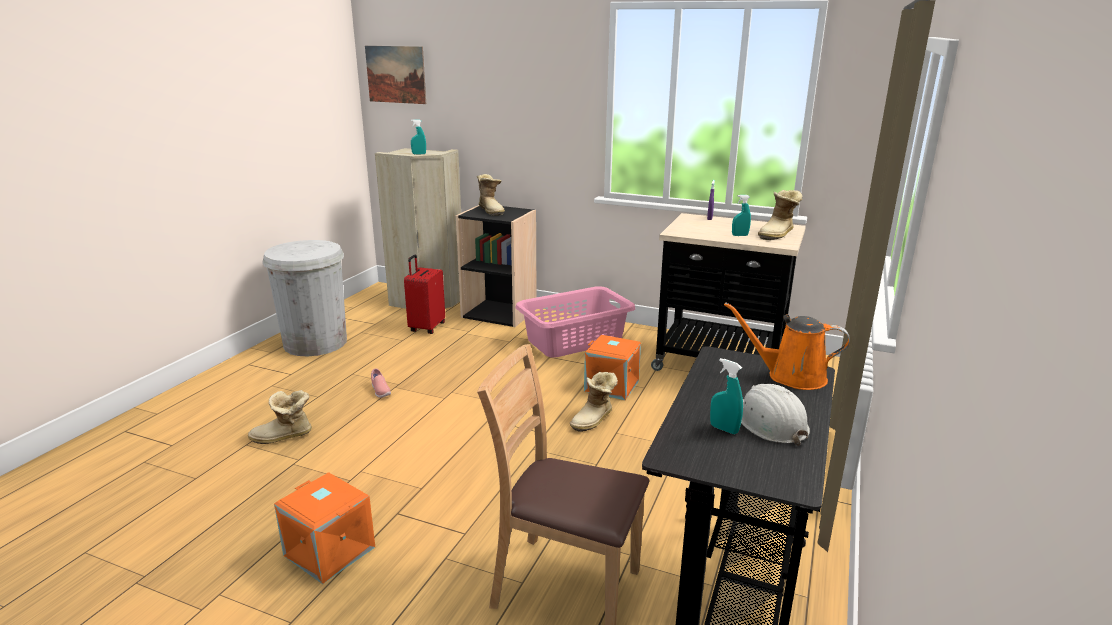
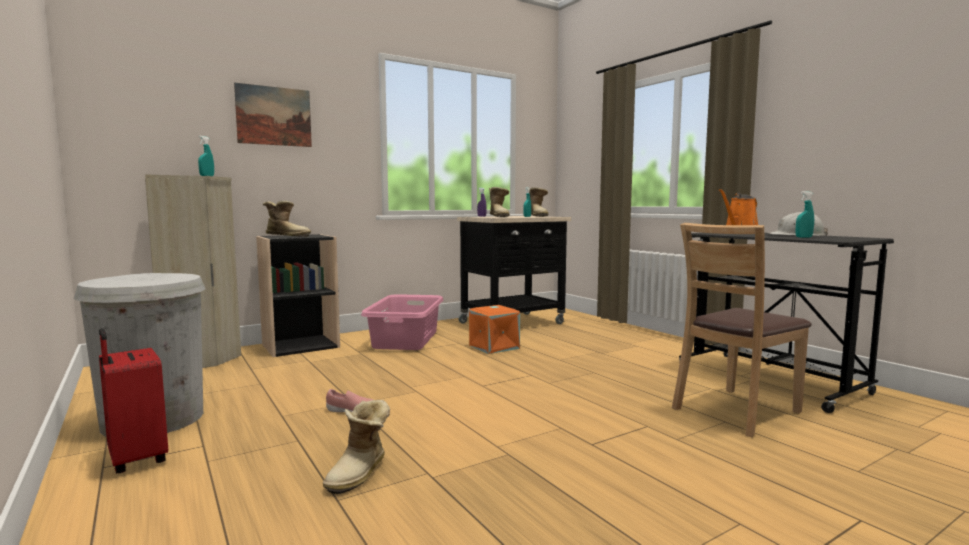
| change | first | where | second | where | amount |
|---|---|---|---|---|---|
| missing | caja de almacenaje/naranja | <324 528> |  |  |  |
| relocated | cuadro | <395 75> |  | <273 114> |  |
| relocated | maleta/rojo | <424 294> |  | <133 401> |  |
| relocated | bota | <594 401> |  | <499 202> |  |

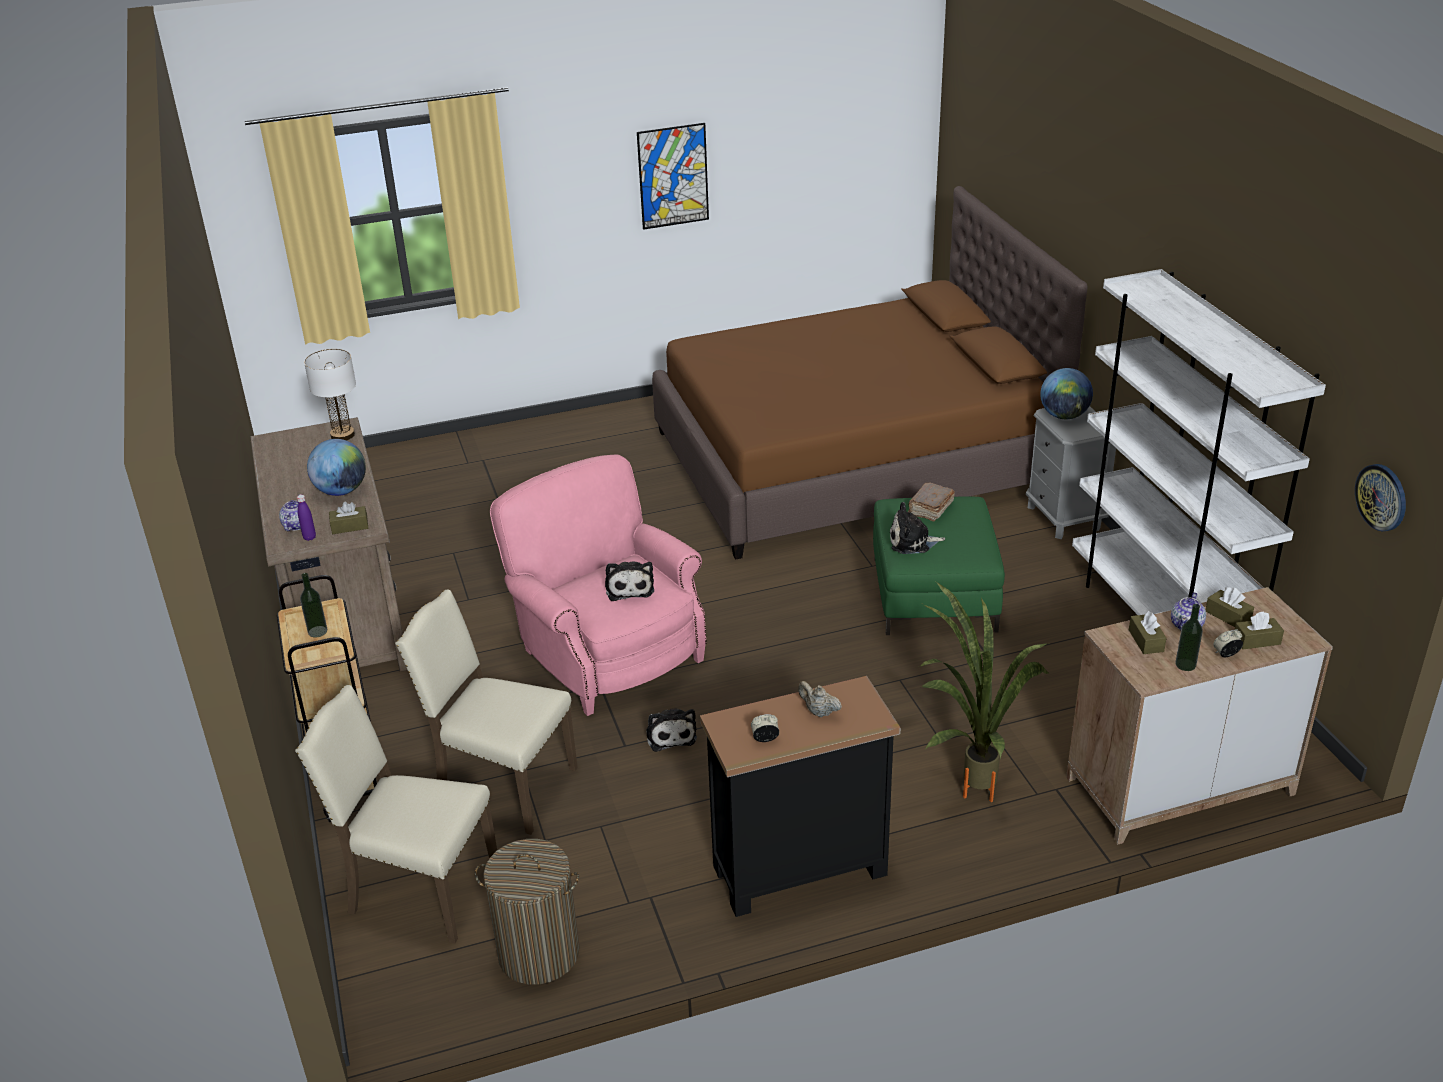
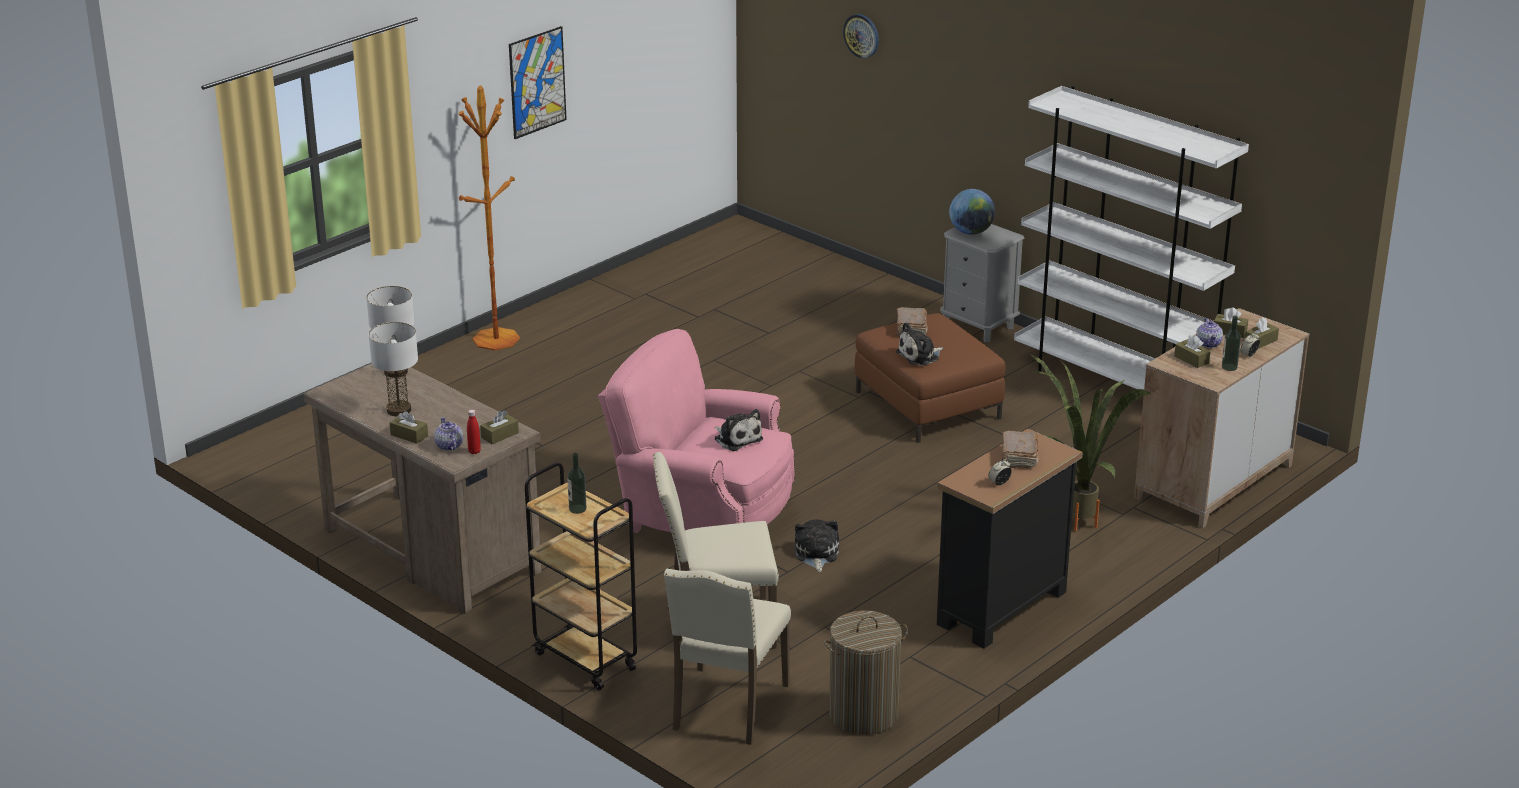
| change | first | where | second | where | amount |
|---|---|---|---|---|---|
| spun | silla/beis | <396 814> |  | <727 657> | 60 degrees counterclockwise |
| colour | botella/morado | <306 518> | botella/rojo | <474 432> |  |
| missing | globo terráqueo | <336 467> |  |  |  |
| spun | peluche | <671 730> |  | <817 545> | 135 degrees counterclockwise |
| missing | cama/marrón | <869 373> |  |  |  |
| exchanged | tetera/beis | <820 699> | libro/marrón | <1020 450> |  |
| colour | puf/verde | <939 566> | puf/marrón | <930 378> |  |
| relocated | reloj de pared | <1380 498> |  | <861 36> |  |
| appeared |  |  | lámpara de mesa | <393 369> |  |
| appeared |  |  | caja de pañuelos/marrón | <409 427> |  |
| appeared |  |  | perchero/naranja | <489 217> |  |

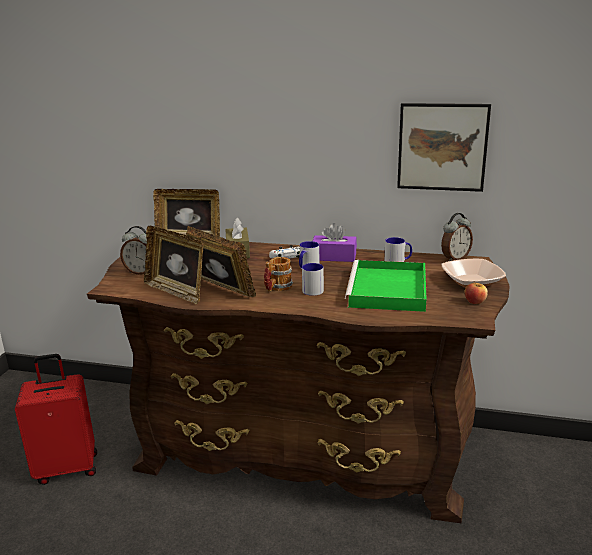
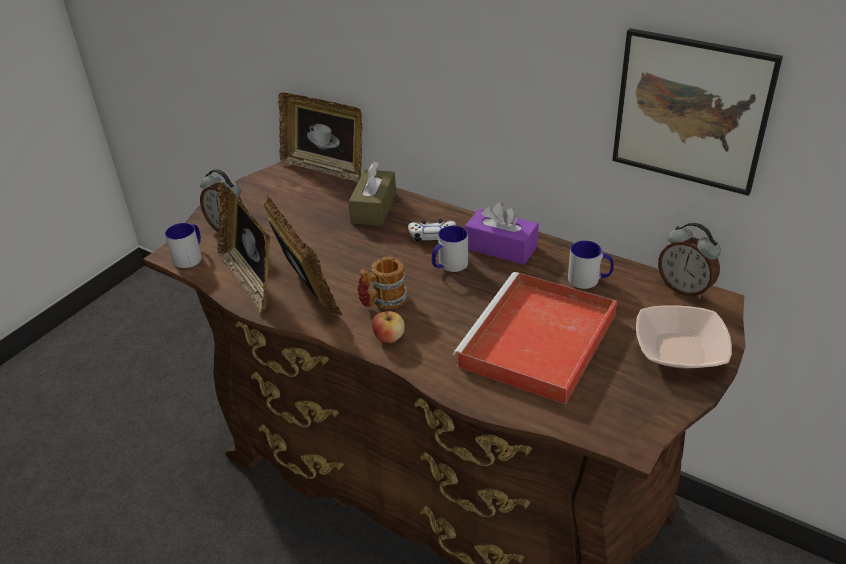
| change | first | where | second | where | amount |
|---|---|---|---|---|---|
| missing | maleta/rojo | <56 419> |  |  |  |
| relocated | taza grande | <313 279> |  | <183 245> |  |
| colour | bandeja/verde | <386 286> | bandeja/rojo | <535 338> |  |
| spun | despertador | <457 237> |  | <689 261> | 60 degrees clockwise |
| relocated | manzana | <476 292> |  | <388 326> |  |

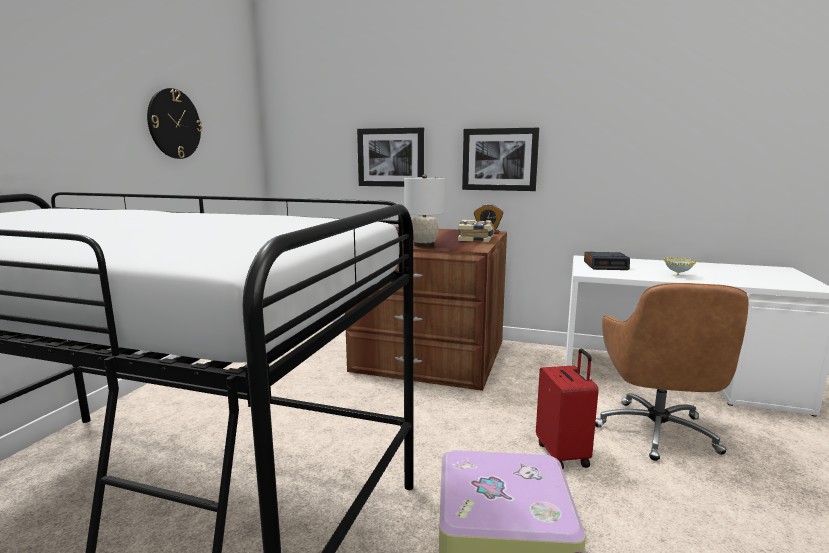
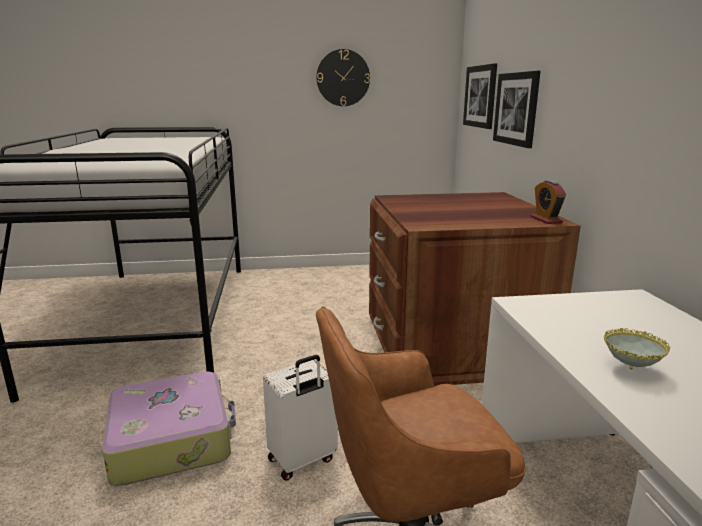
| change | first | where | second | where | amount |
|---|---|---|---|---|---|
| missing | lámpara de mesa/blanco | <424 210> |  |  |  |
| missing | libro | <476 231> |  |  |  |
| relocated | cuadro | <500 159> |  | <480 96> |  |
| colour | maleta/rojo | <567 409> | maleta/blanco | <300 418> |  |
| missing | despertador | <607 261> |  |  |  |

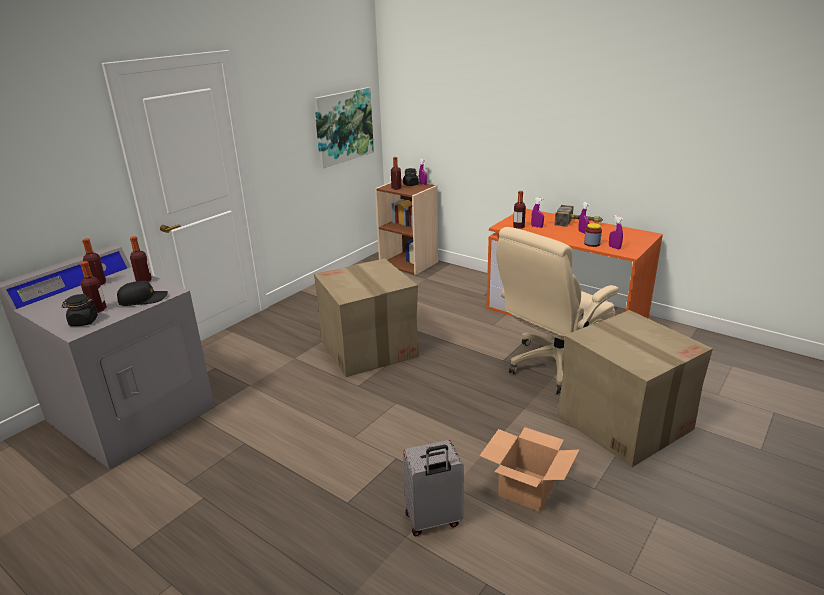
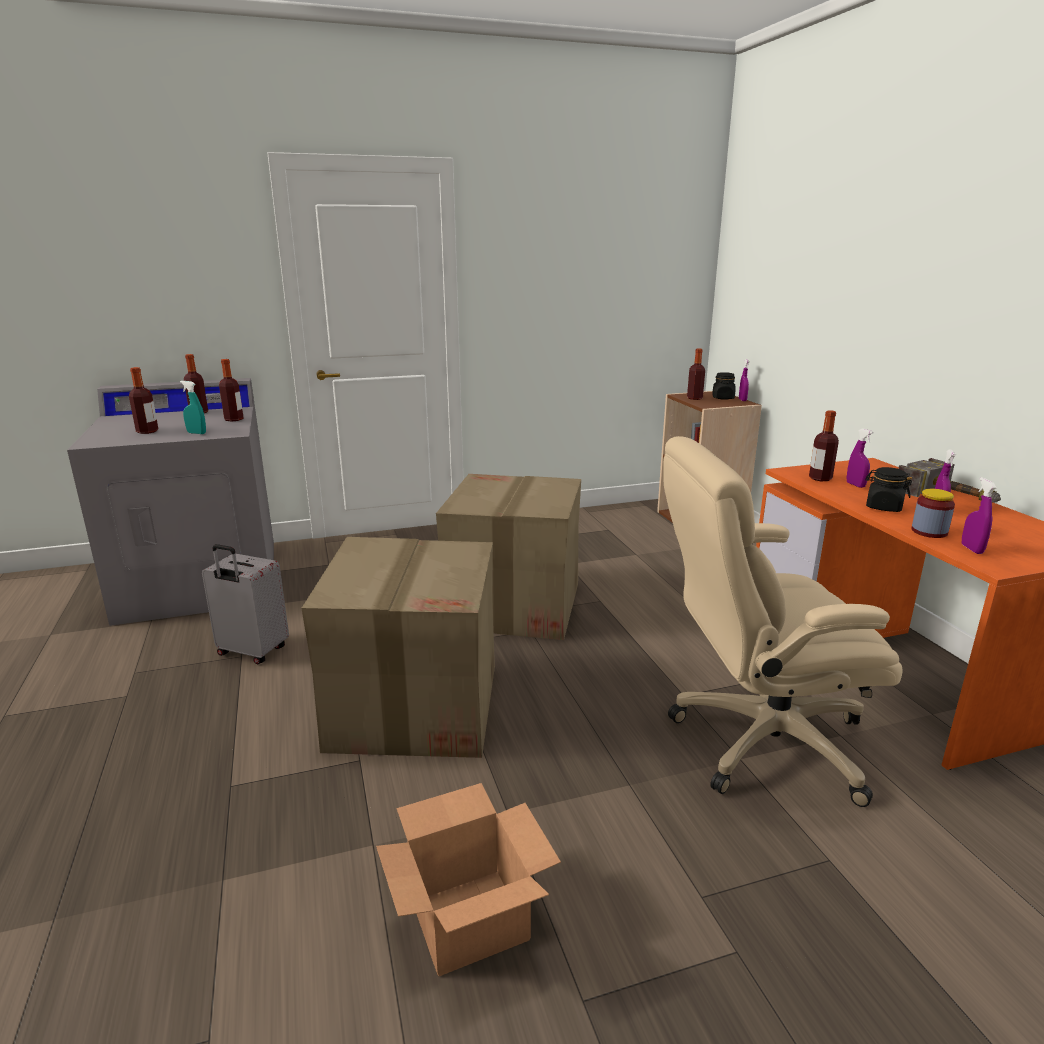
| change | first | where | second | where | amount |
|---|---|---|---|---|---|
| relocated | tarro/negro | <80 310> |  | <888 489> |  |
| exchanged | gorra/negro | <142 293> | pulverizador/turquesa | <193 407> |  |
| missing | cuadro | <344 128> |  |  |  |
| relocated | maleta/gris | <433 488> |  | <245 604> |  |
| relocated | caja de cartón | <635 388> |  | <398 647> |  |

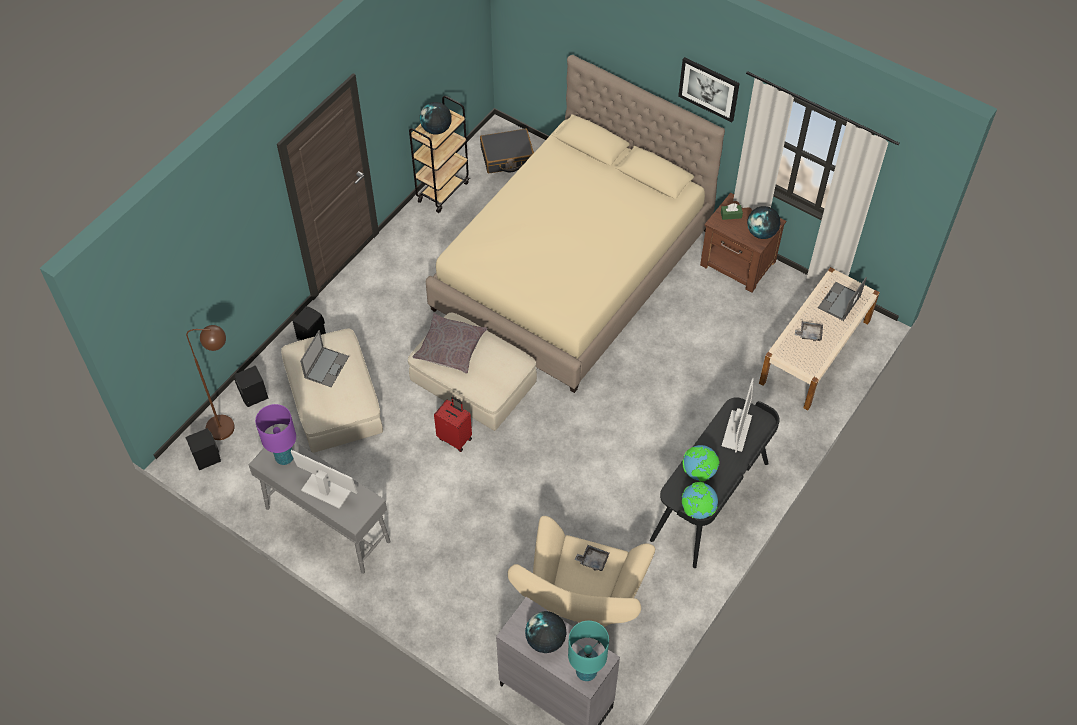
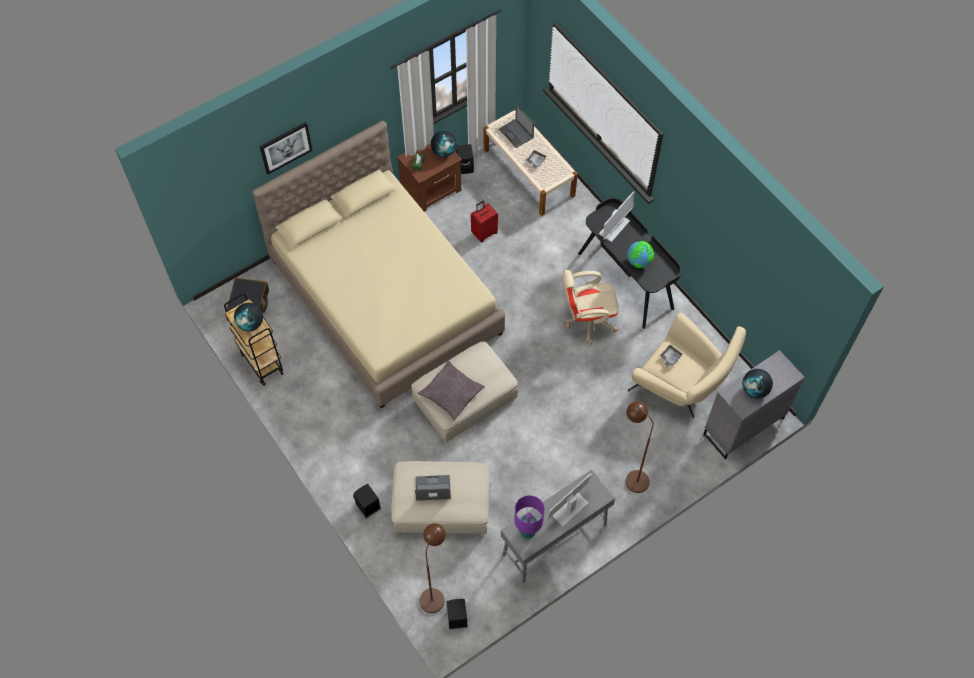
| change | first | where | second | where | amount |
|---|---|---|---|---|---|
| relocated | altavoz/negro | <251 386> |  | <465 159> |  |
| spun | portátil | <324 358> |  | <433 488> | 45 degrees counterclockwise |
| relocated | maleta/rojo | <453 424> |  | <484 221> |  |
| missing | lámpara de mesa/turquesa | <588 651> |  |  |  |
| relocated | cuadro | <709 89> |  | <286 148> |  |
| missing | globo terráqueo | <700 500> |  |  |  |
| spun | monitor | <738 415> |  | <616 216> | 90 degrees clockwise |
| appeared |  |  | silla de oficina/beis | <590 308> |  |
| appeared |  |  | lámpara de pie/marrón | <640 447> |  |

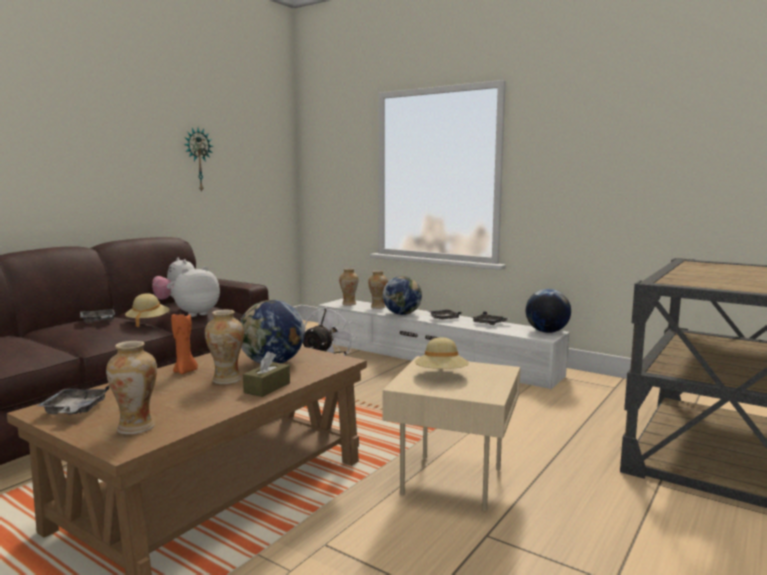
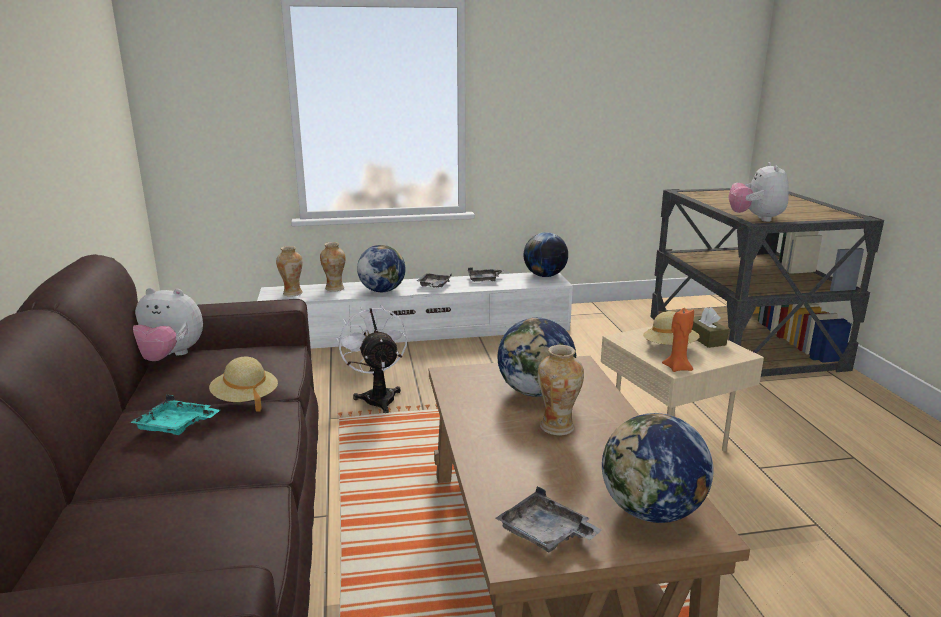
| change | first | where | second | where | amount |
|---|---|---|---|---|---|
| colour | bandeja/gris | <97 314> | bandeja/turquesa | <175 414> |  |
| exchanged | florero | <131 388> | globo terráqueo | <658 468> |  |
| relocated | peluche | <195 291> |  | <758 192> |  |
| relocated | vela/naranja | <184 344> |  | <678 340> |  |
| missing | reloj de pared | <198 160> |  |  |  |
| relocated | caja de pañuelos/marrón | <266 374> |  | <710 327> |  |

